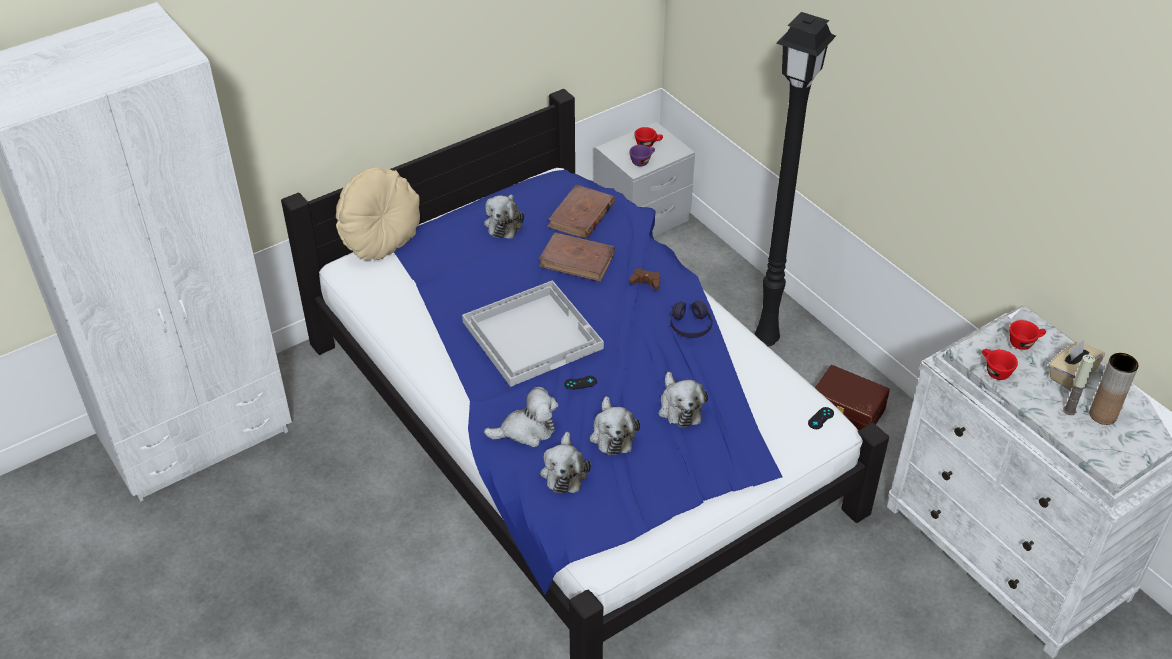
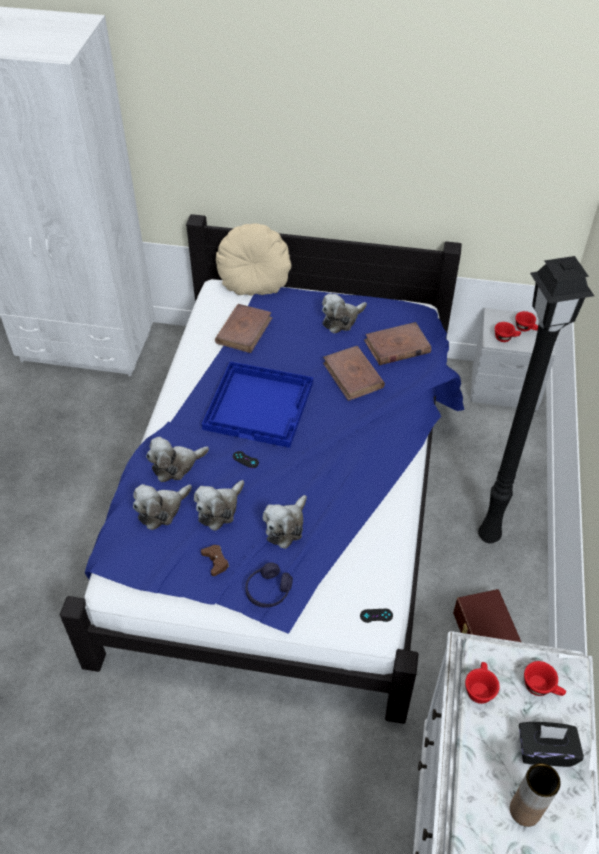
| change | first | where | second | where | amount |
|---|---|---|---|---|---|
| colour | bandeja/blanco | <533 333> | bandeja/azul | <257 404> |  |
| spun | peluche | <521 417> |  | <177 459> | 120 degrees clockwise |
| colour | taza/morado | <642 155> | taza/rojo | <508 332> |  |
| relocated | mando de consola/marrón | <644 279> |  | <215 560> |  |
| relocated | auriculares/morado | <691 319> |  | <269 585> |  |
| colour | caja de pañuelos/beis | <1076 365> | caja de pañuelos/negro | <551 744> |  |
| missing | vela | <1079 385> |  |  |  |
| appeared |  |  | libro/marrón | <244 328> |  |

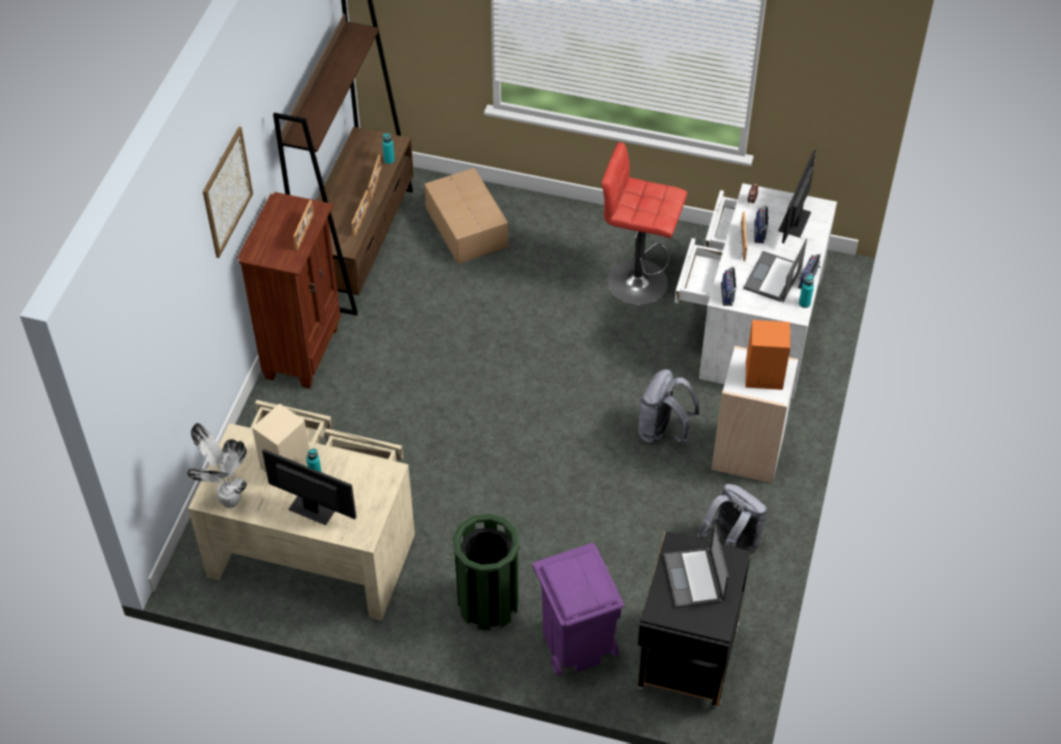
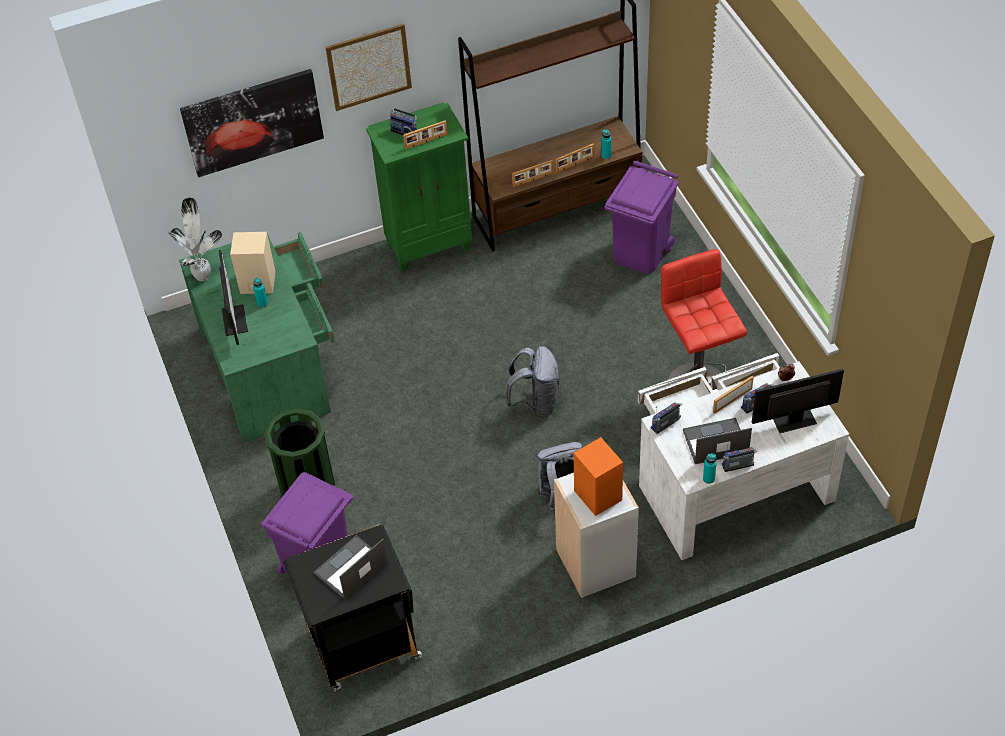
| change | first | where | second | where | amount |
|---|---|---|---|---|---|
| colour | escritorio/beis | <301 510> | escritorio/verde | <257 337> |  |
| colour | armario/marrón | <289 290> | armario/verde | <419 187> |  |
| exchanged | caja de cartón | <466 216> | papelera/morado | <641 217> |  |
| relocated | mochila/gris | <732 519> |  | <532 382> |  |
| appeared |  |  | cuadro | <252 123> |  |
| appeared |  |  | radio | <403 121> |  |

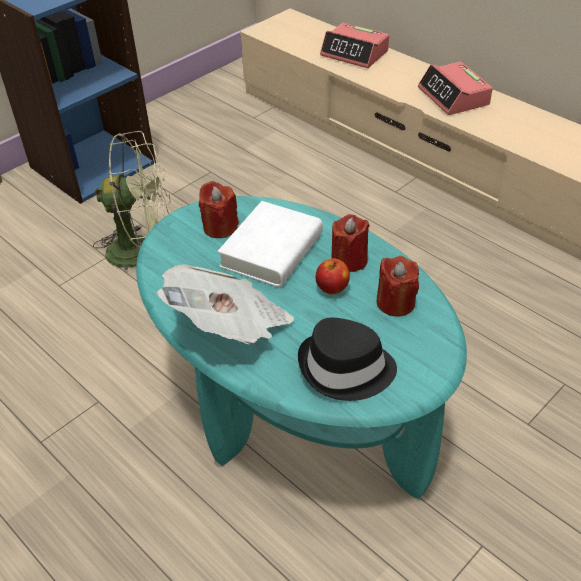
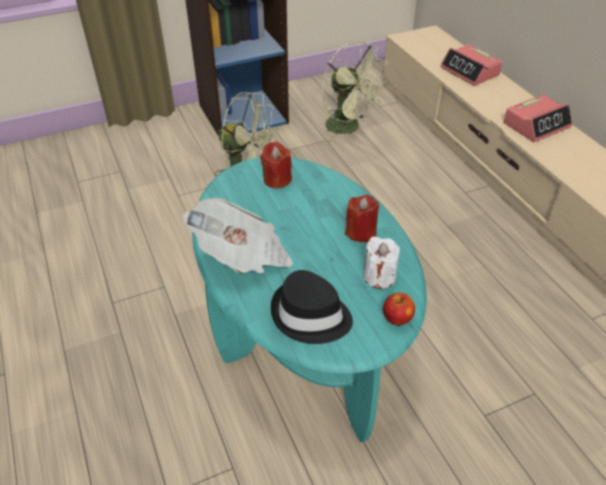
| change | first | where | second | where | amount |
|---|---|---|---|---|---|
| missing | libro/blanco | <270 244> |  |  |  |
| relocated | manzana | <333 276> |  | <399 309> |  |
| colour | vela/rojo | <397 286> | vela/blanco | <381 263> |  |
| spun | despertador | <455 88> |  | <538 118> | 120 degrees counterclockwise |
| appeared |  |  | ventilador/verde | <355 91> |  |

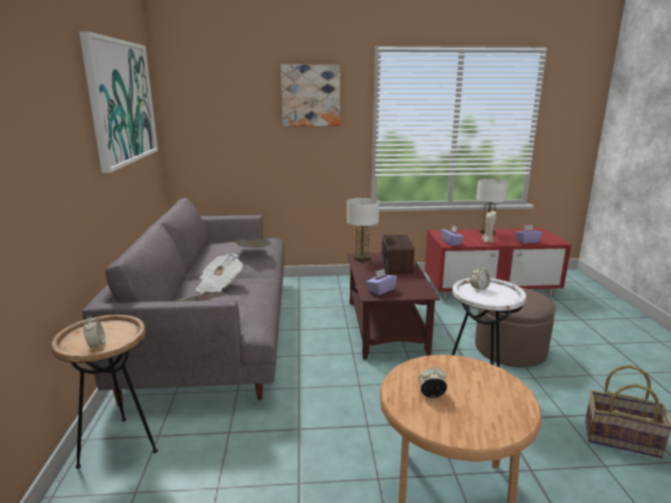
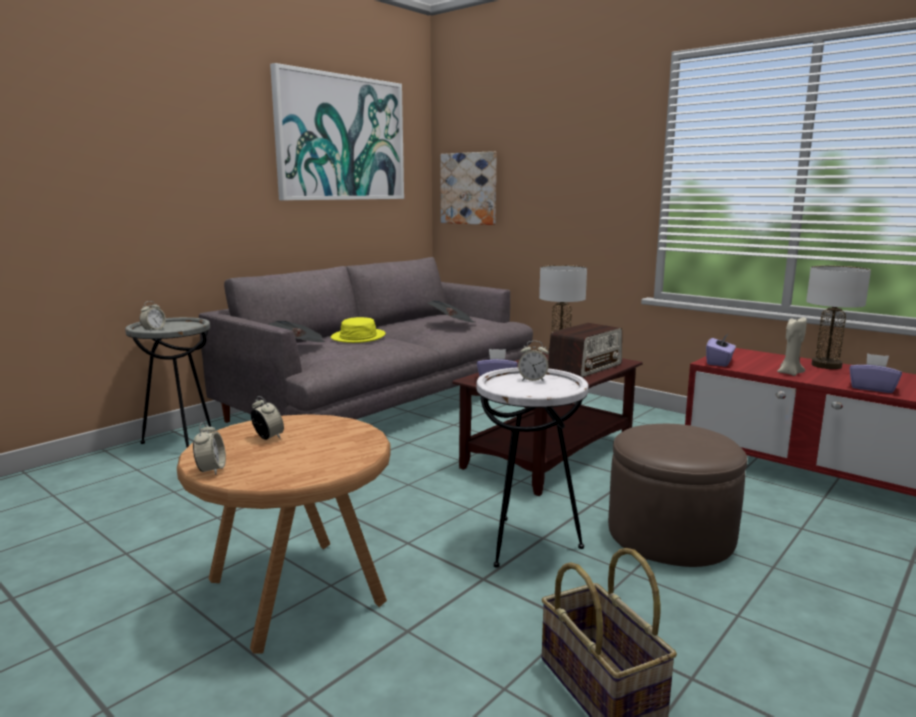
| change | first | where | second | where | amount |
|---|---|---|---|---|---|
| colour | mesa auxiliar/marrón | <104 392> | mesa auxiliar/gris | <168 382> |  |
| exchanged | periódico | <219 273> | sombrero/amarillo | <358 330> |  |
| relocated | cuadro | <310 95> |  | <468 188> |  |
| appeared |  |  | despertador | <209 448> |  |

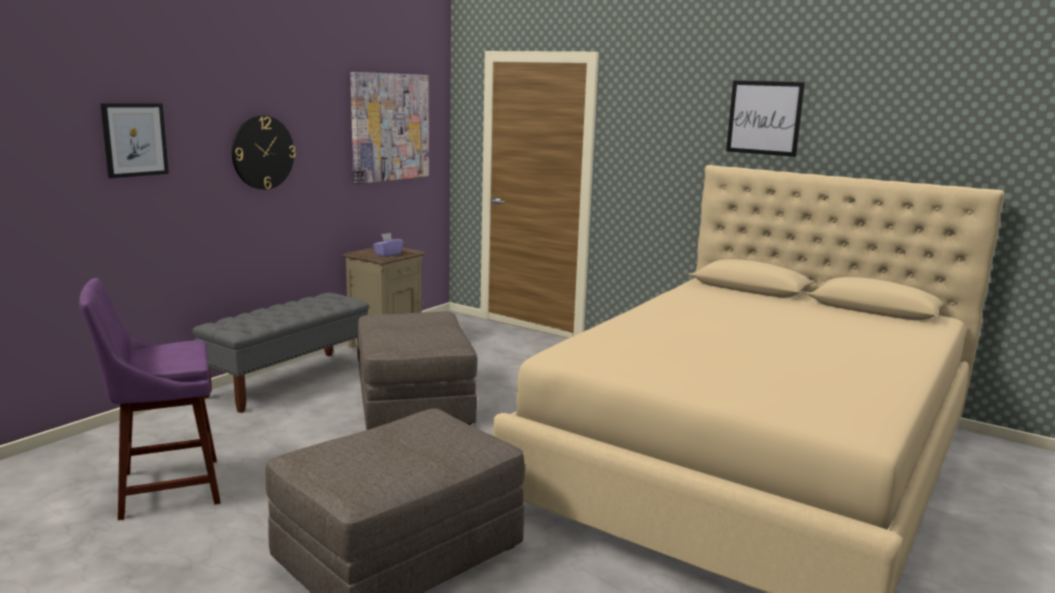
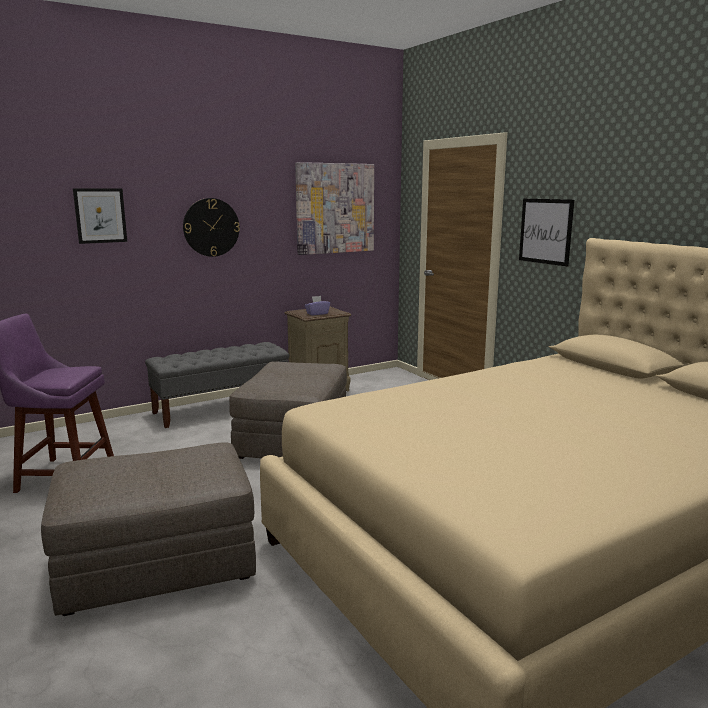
| change | first | where | second | where | amount |
|---|---|---|---|---|---|
| relocated | cuadro | <765 118> |  | <546 232> |  |

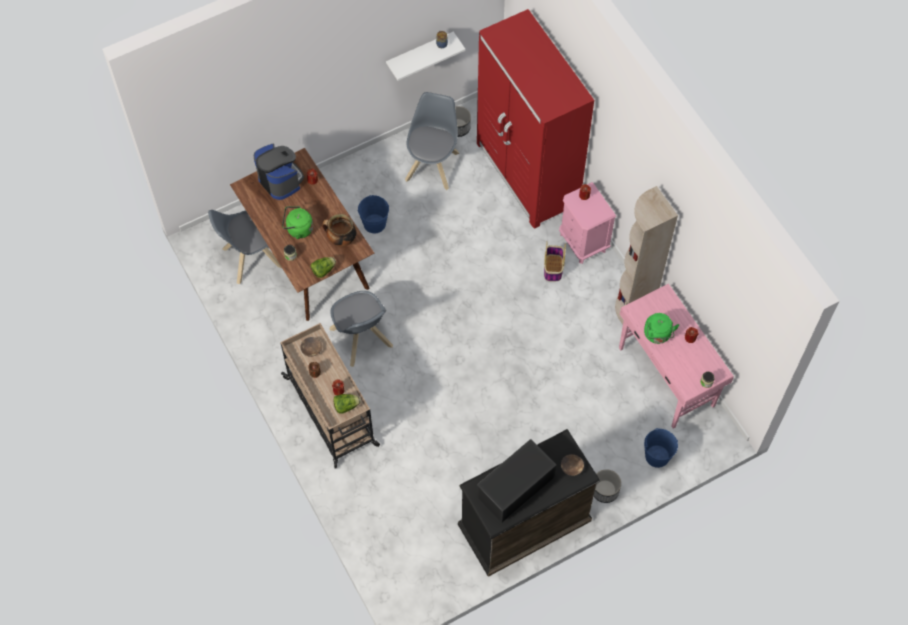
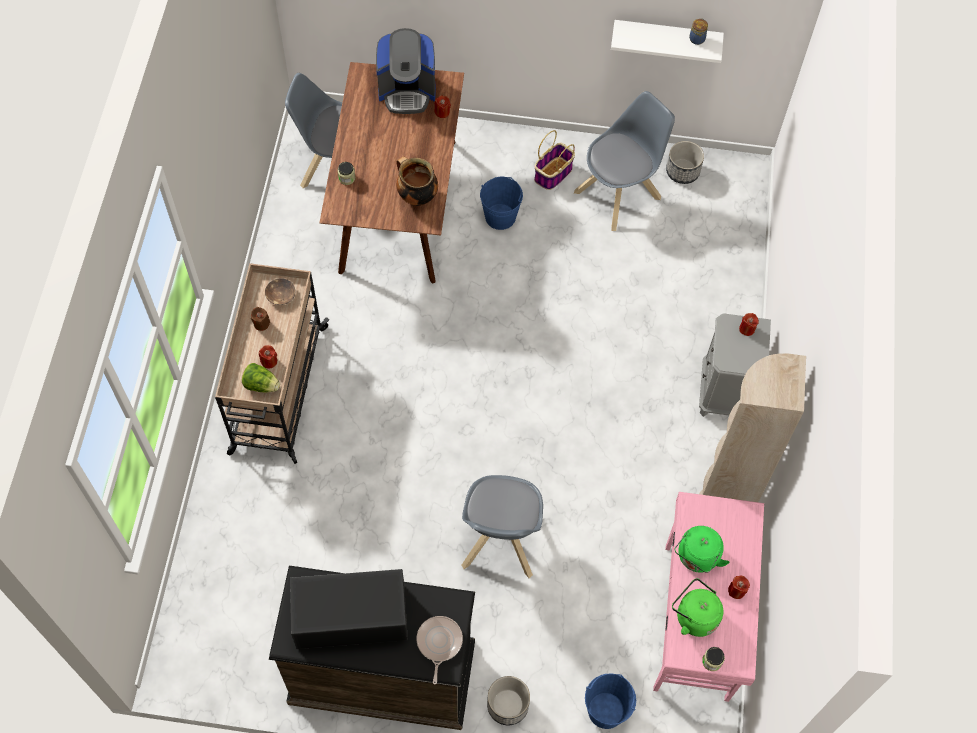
| change | first | where | second | where | amount |
|---|---|---|---|---|---|
| spun | cafetera | <279 172> |  | <406 71> | 90 degrees clockwise |
| relocated | hervidor/verde | <297 222> |  | <697 607> |  |
| missing | lechuga | <323 267> |  |  |  |
| relocated | silla/gris | <361 329> |  | <502 526> |  |
| missing | armario/rojo | <535 118> |  |  |  |
| relocated | cesta | <555 262> |  | <554 160> |  |
| colour | mesita de noche/rosa | <587 223> | mesita de noche/gris | <735 365> |  |
| exchanged | cuenco/marrón | <572 465> | sartén | <440 650> |  |

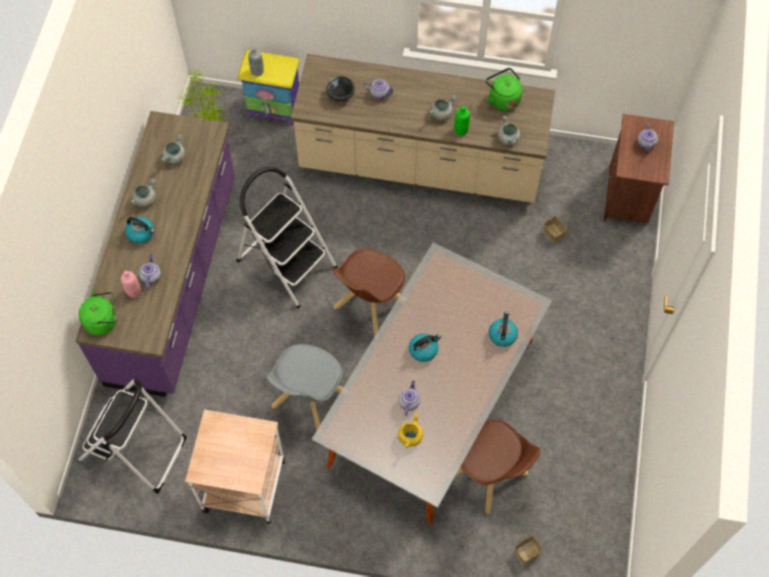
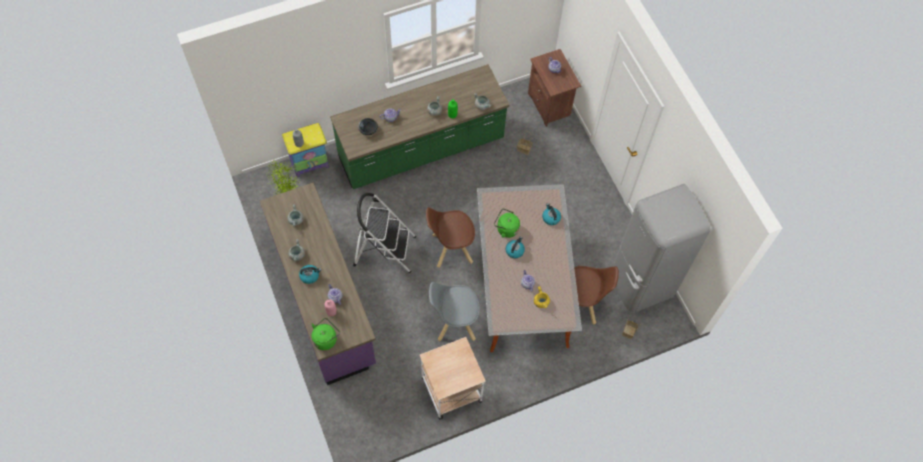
| change | first | where | second | where | amount |
|---|---|---|---|---|---|
| missing | escalera de tijera | <132 436> |  |  |  |
| spun | silla/gris | <304 387> |  | <454 311> | 90 degrees clockwise |
| colour | mueble bajo de cocina/beis | <423 128> | mueble bajo de cocina/verde | <419 126> |  |
| spun | silla/marrón | <369 292> |  | <450 237> | 75 degrees clockwise |
| relocated | hervidor/verde | <504 89> |  | <507 223> |  |
| appeared |  |  | nevera/gris | <661 248> |  |

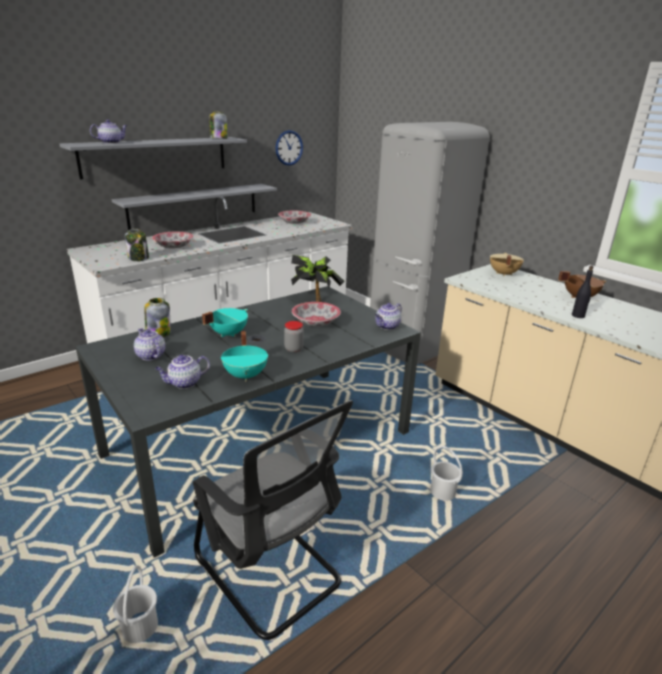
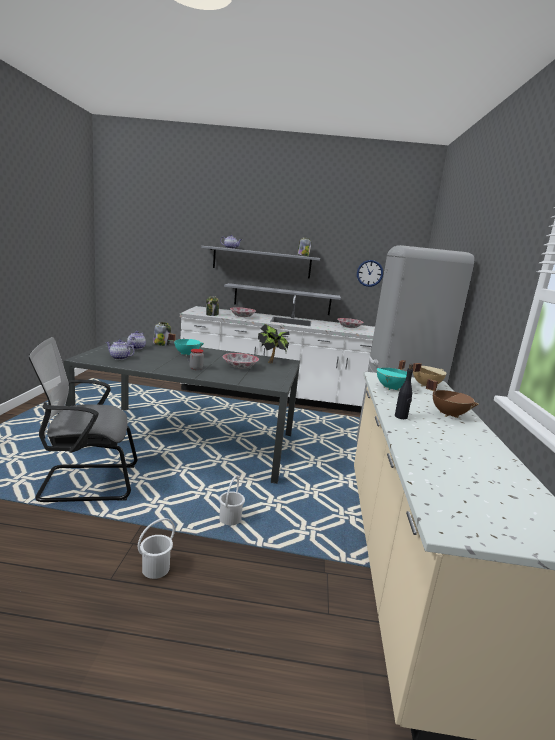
| change | first | where | second | where | amount |
|---|---|---|---|---|---|
| relocated | cubo/blanco | <135 604> |  | <156 548> |  |
| spun | silla | <273 520> |  | <83 419> | 75 degrees clockwise |
| relocated | olla/turquesa | <244 356> |  | <392 375> |  |
| missing | tetera | <388 316> |  |  |  |

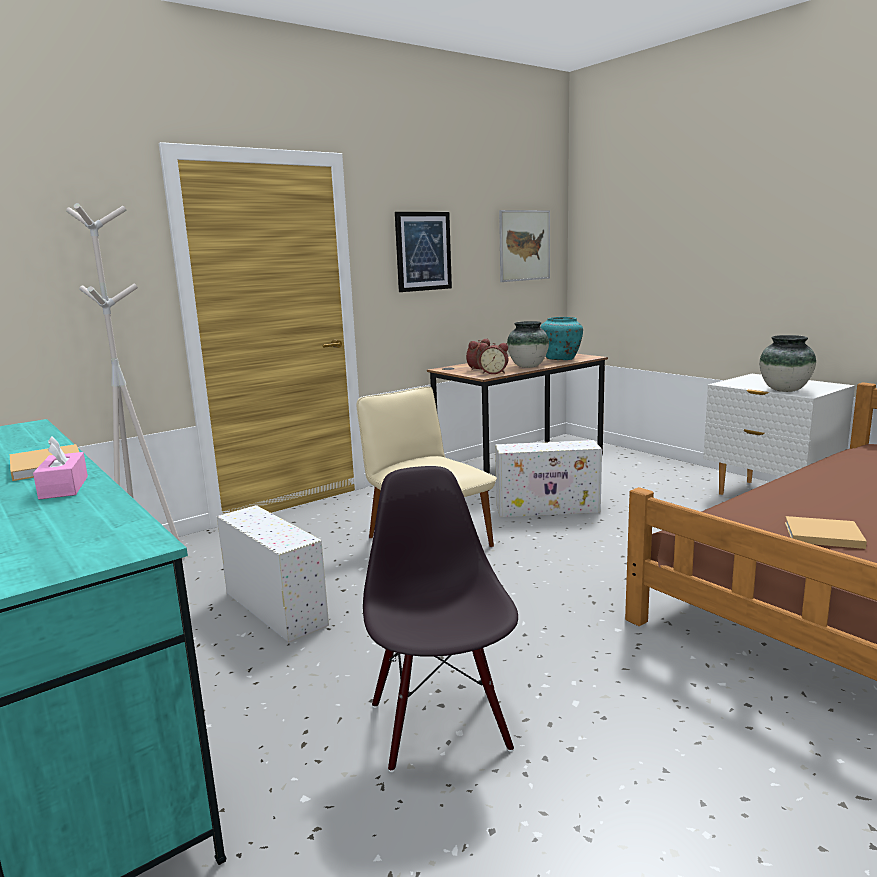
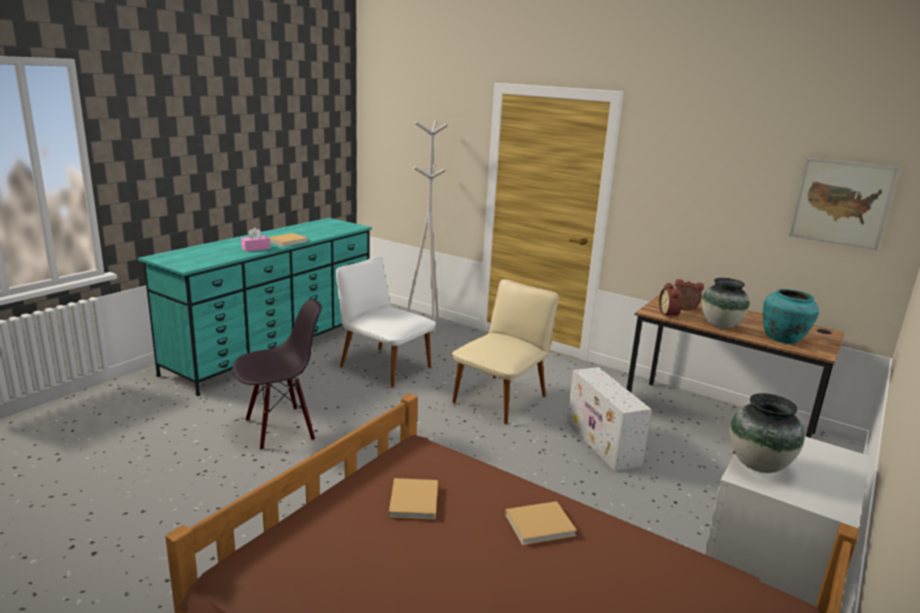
| change | first | where | second | where | amount |
|---|---|---|---|---|---|
| exchanged | caja de almacenaje/blanco | <273 574> | silla/blanco | <386 322> |  |
| missing | cuadro | <423 252> |  |  |  |
| appeared |  |  | libro/beis | <541 523> |  |

